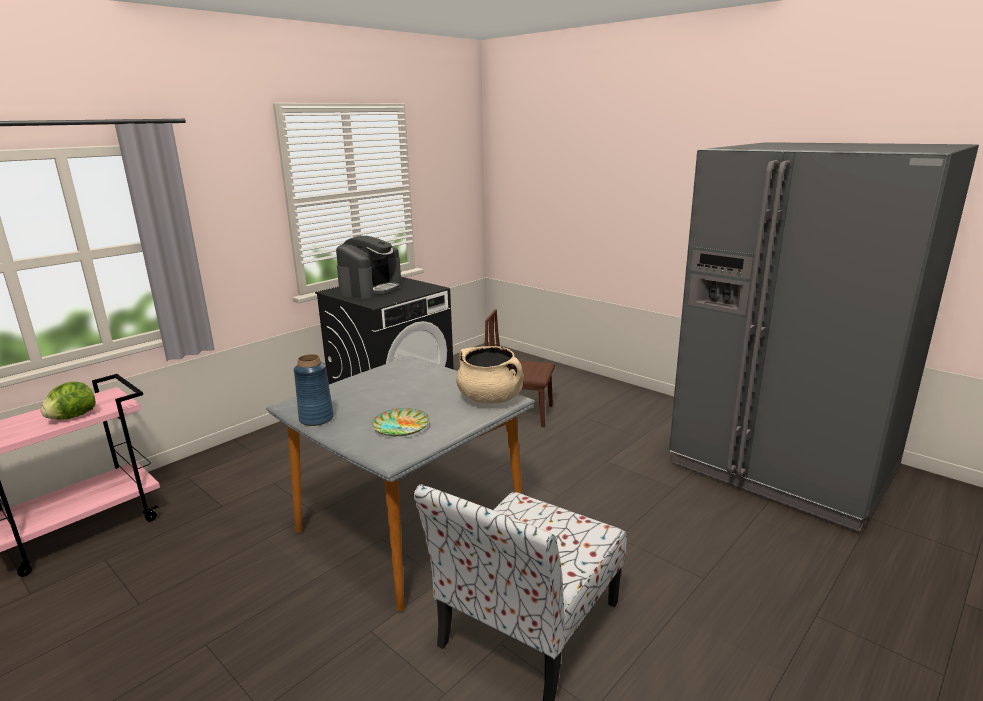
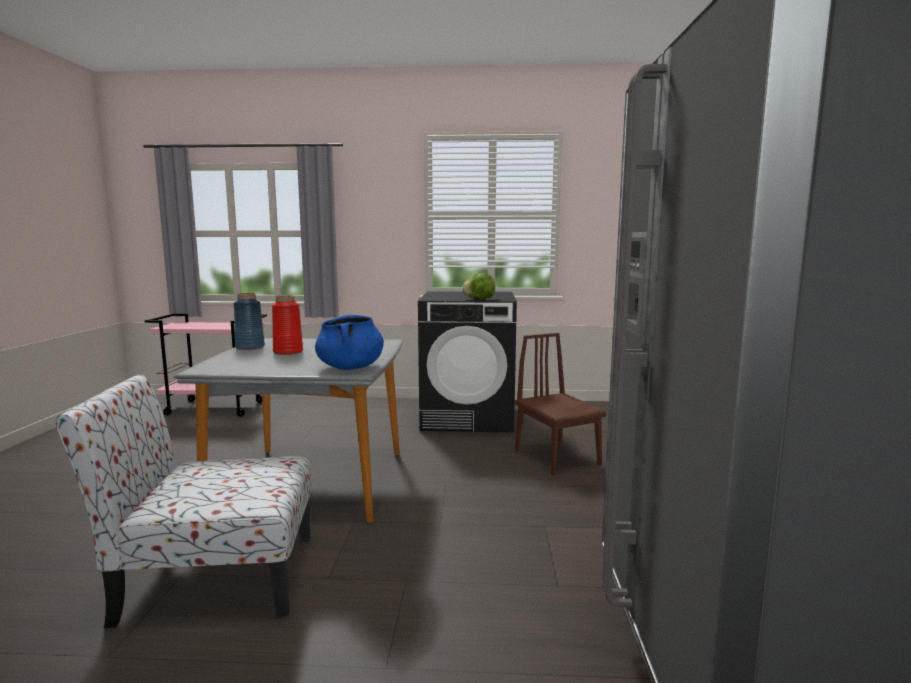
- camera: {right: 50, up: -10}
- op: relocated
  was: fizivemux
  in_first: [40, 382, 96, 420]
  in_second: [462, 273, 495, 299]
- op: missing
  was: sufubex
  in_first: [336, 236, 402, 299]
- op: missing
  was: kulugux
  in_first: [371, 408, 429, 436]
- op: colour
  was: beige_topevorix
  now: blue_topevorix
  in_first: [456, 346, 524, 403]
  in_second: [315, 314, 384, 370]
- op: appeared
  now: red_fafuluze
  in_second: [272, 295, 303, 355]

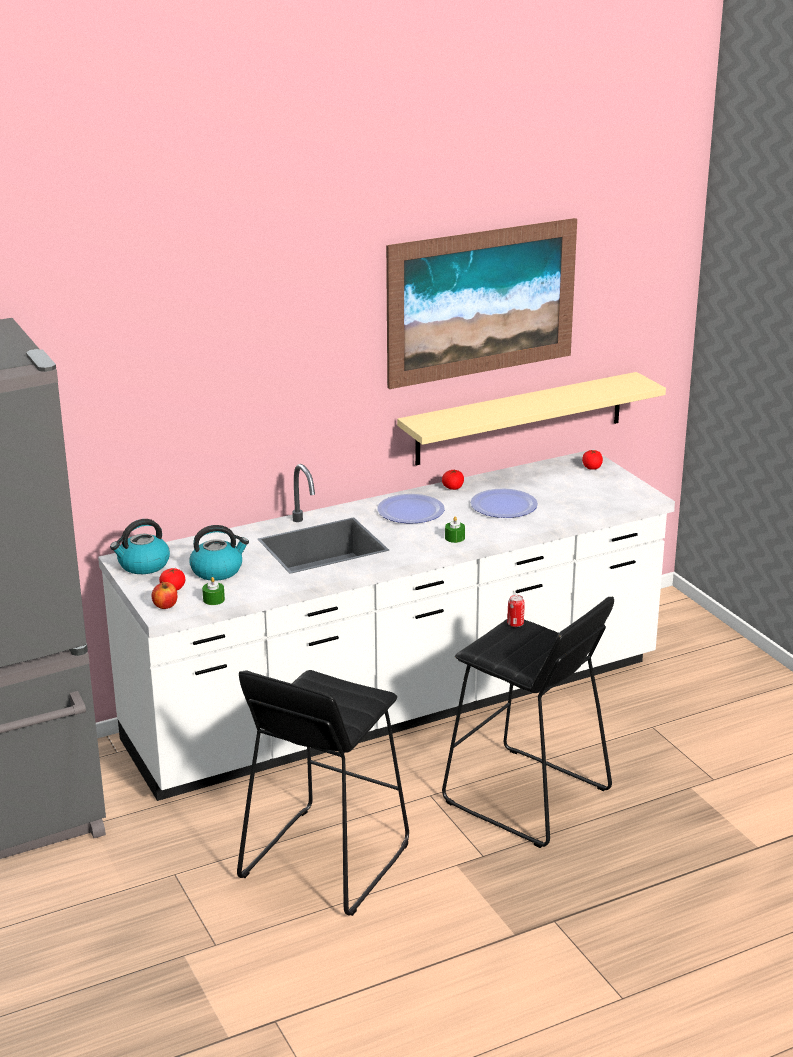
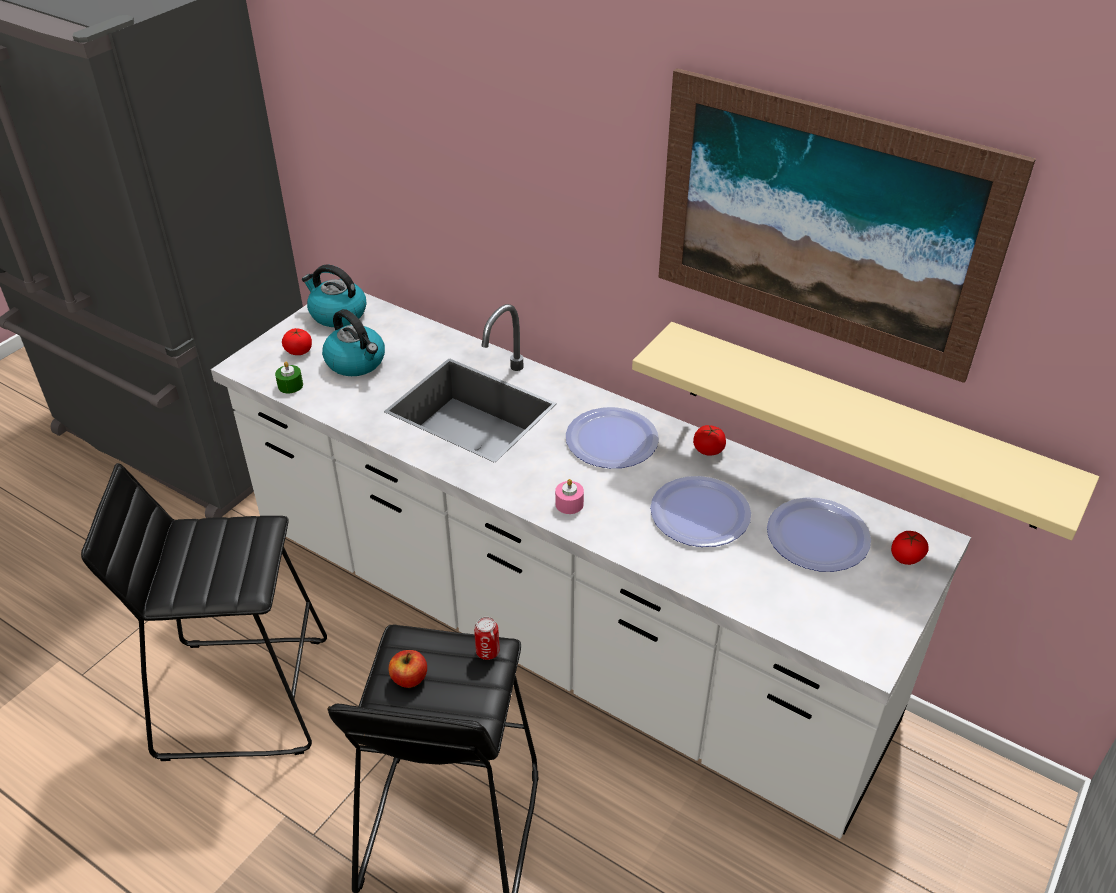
- camera: {right: 60, up: 15}
- op: relocated
  was: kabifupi
  in_first: [152, 582, 177, 609]
  in_second: [389, 650, 427, 688]
- op: colour
  was: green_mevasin
  now: pink_mevasin
  in_first: [445, 516, 465, 543]
  in_second: [555, 479, 584, 514]
- op: appeared
  now: kulugux
  in_second: [767, 497, 871, 572]

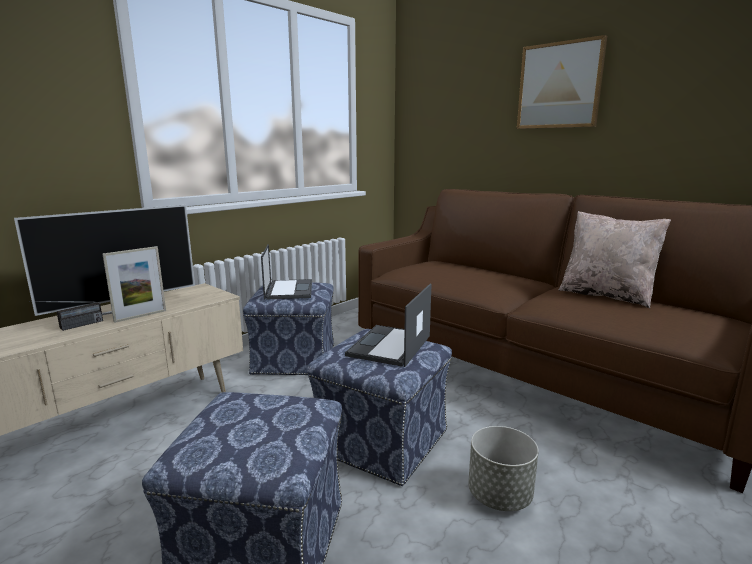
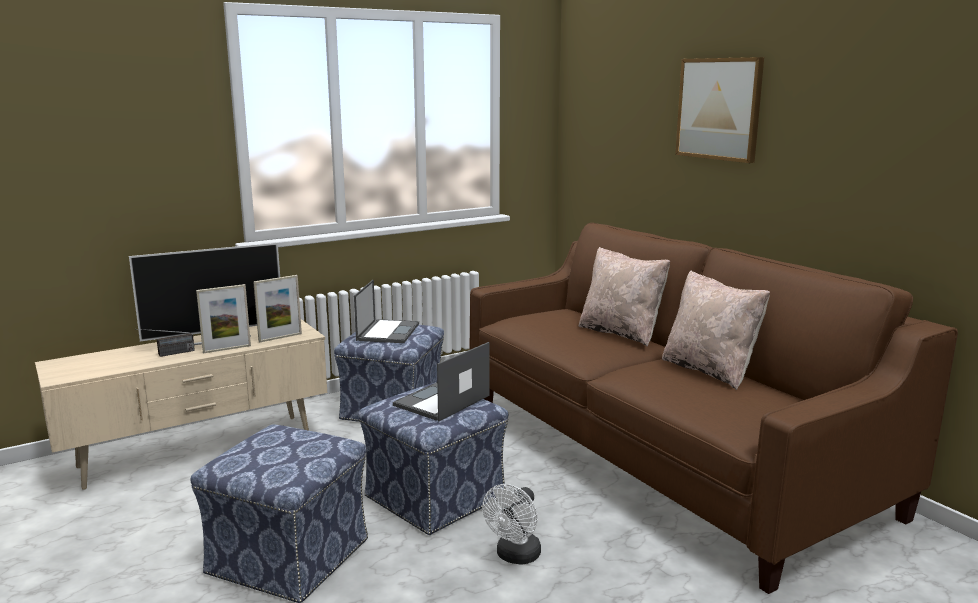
- camera: {right: 15, up: 0}
- op: exchanged
  was: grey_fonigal
  now: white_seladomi
  in_first: [468, 426, 539, 511]
  in_second: [482, 484, 541, 565]
- op: appeared
  now: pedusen
  in_second: [253, 275, 302, 342]
- op: appeared
  now: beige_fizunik
  in_second: [579, 247, 670, 347]

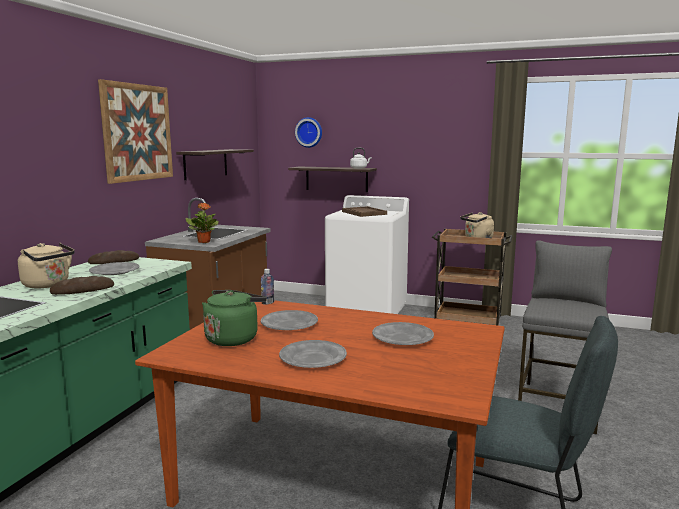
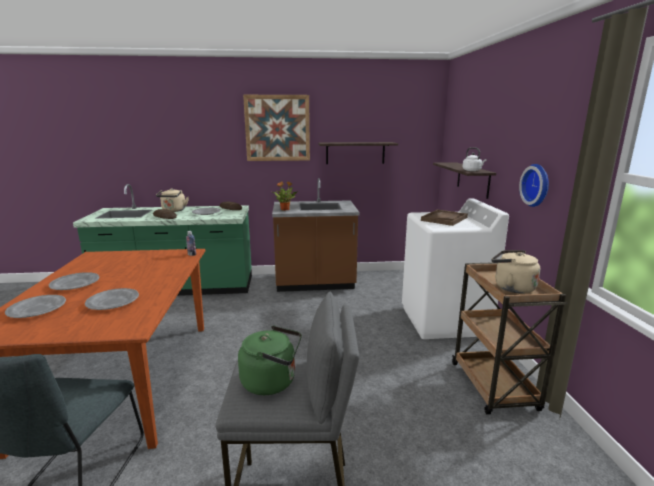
- camera: {right: 65, up: 5}
- op: relocated
  was: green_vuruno
  in_first: [202, 290, 267, 346]
  in_second: [238, 326, 302, 395]
- op: relocated
  was: grey_kulugux
  in_first: [261, 310, 318, 330]
  in_second: [5, 295, 66, 318]
- op: relocated
  was: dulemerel
  in_first: [295, 117, 322, 148]
  in_second: [519, 164, 549, 207]

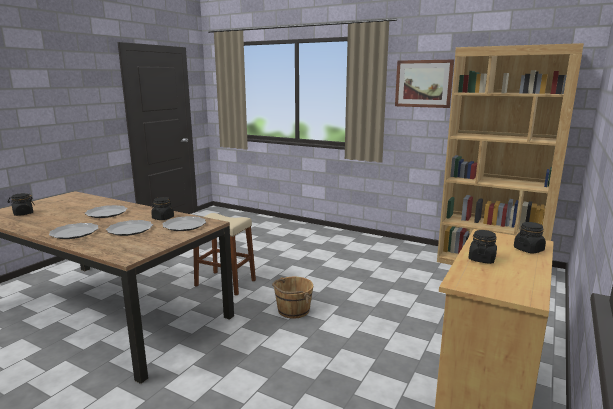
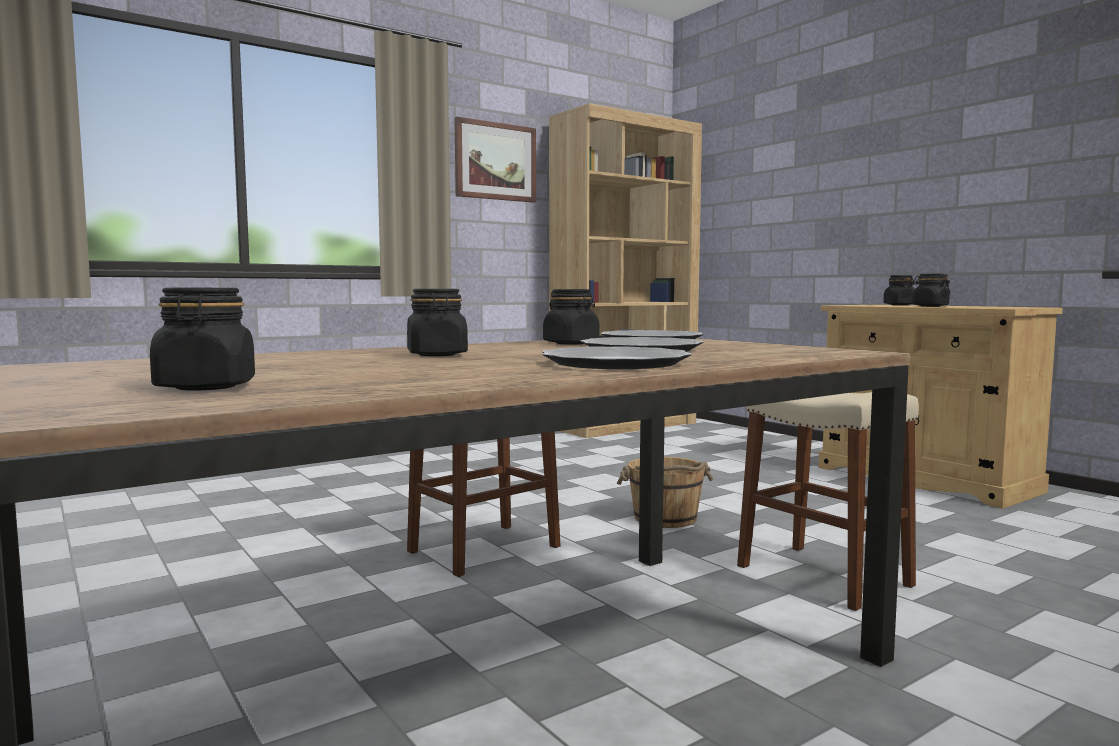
- camera: {right: -65, up: -10}
- op: exchanged
  was: kulugux
  now: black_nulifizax
  in_first: [85, 205, 128, 218]
  in_second: [407, 289, 468, 356]
- op: appeared
  now: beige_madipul
  in_second: [737, 392, 919, 611]

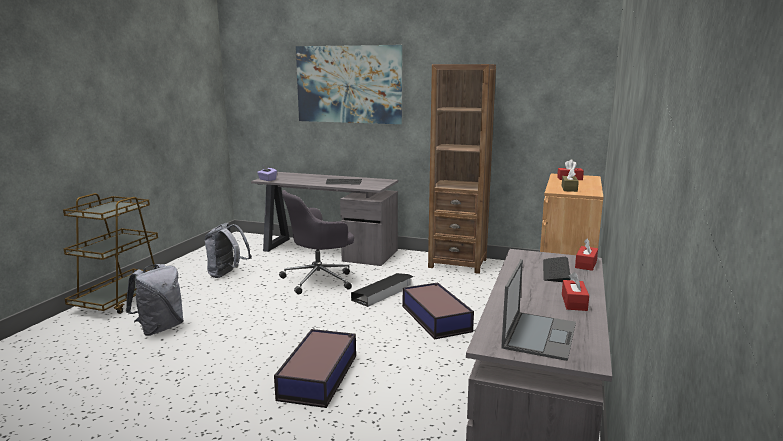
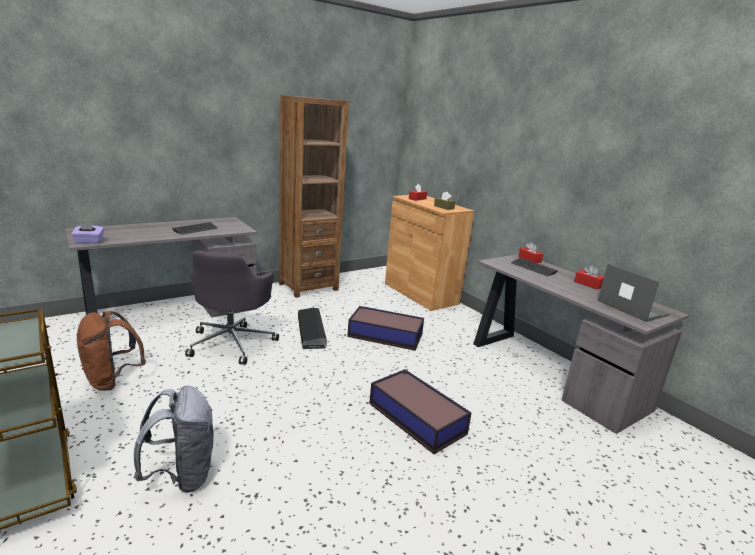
- camera: {right: -55, up: 5}
- op: colour
  was: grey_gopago
  now: brown_gopago
  in_first: [204, 223, 252, 278]
  in_second: [77, 311, 146, 391]
- op: missing
  was: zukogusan
  in_first: [296, 45, 402, 124]

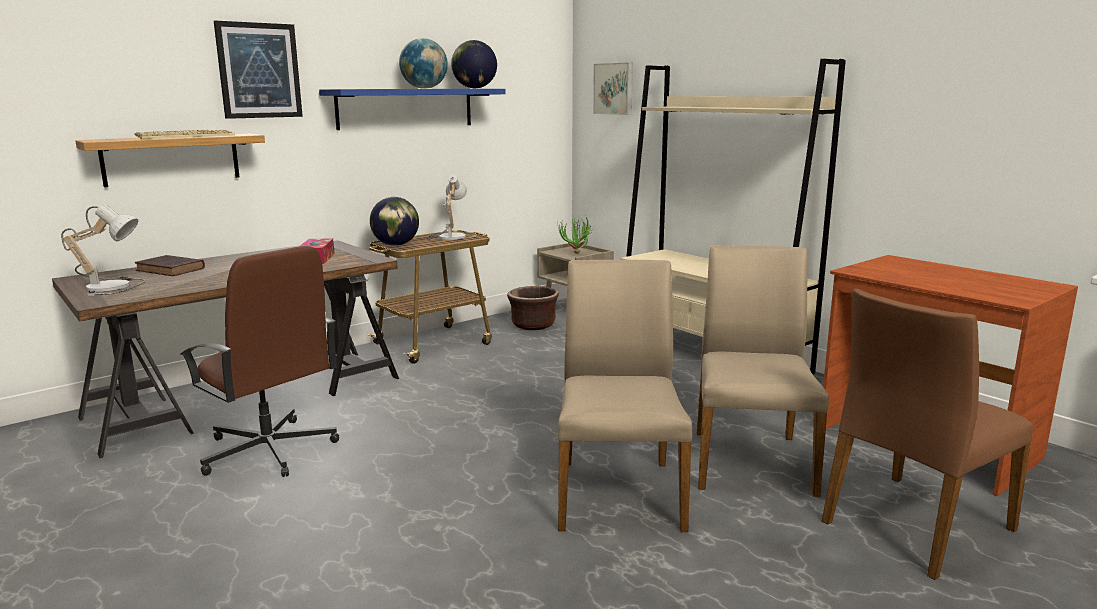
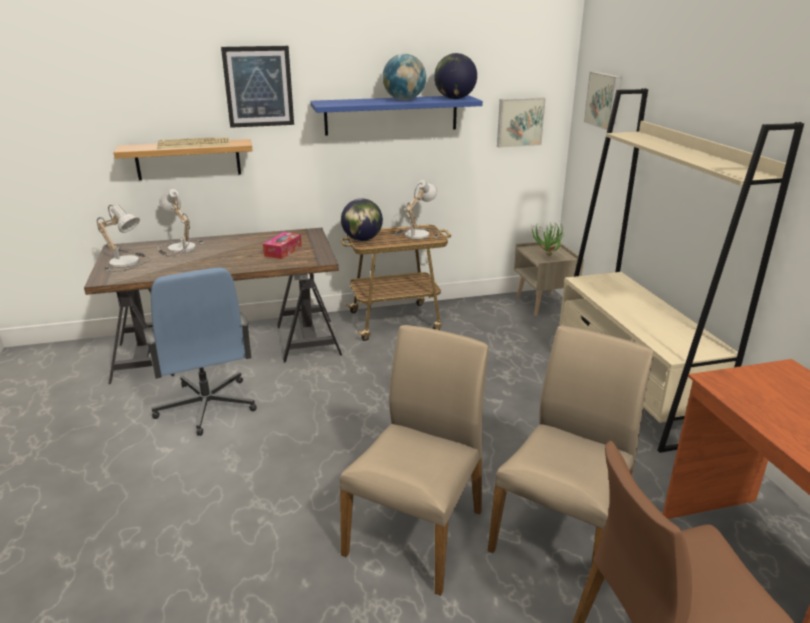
- camera: {right: 25, up: 10}
- op: exchanged
  was: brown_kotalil
  now: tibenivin
  in_first: [135, 255, 205, 276]
  in_second: [158, 189, 204, 256]
- op: colour
  was: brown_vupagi
  now: blue_vupagi
  in_first: [180, 246, 339, 477]
  in_second: [143, 267, 257, 436]
- op: missing
  was: brown_fonigal
  in_first: [507, 286, 559, 330]
- op: appeared
  now: zukogusan
  in_second: [497, 97, 546, 148]

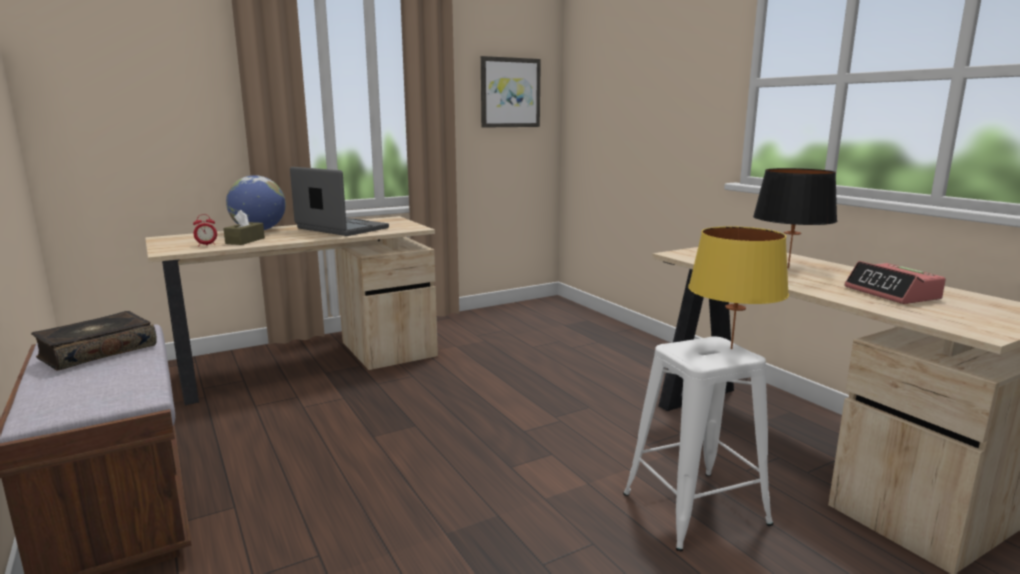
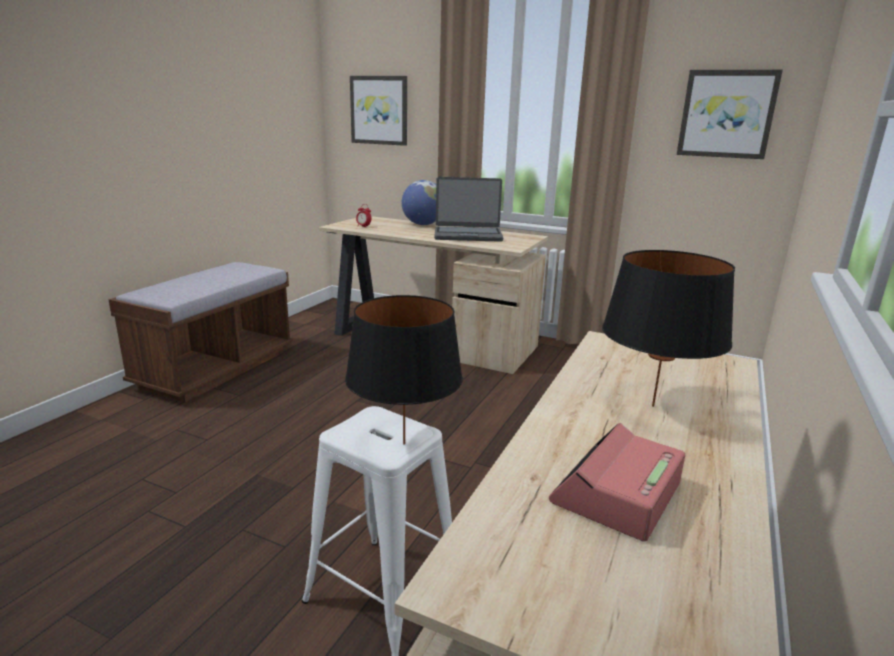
- camera: {right: 55, up: 5}
- op: missing
  was: kotalil
  in_first: [31, 311, 157, 371]
- op: missing
  was: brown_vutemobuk
  in_first: [223, 210, 265, 245]
- op: spun
  was: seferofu
  in_first: [290, 167, 389, 236]
  in_second: [434, 177, 503, 242]
  clockwise: 90
- op: colour
  was: yellow_tibenivin
  now: black_tibenivin
  in_first: [688, 226, 789, 349]
  in_second: [345, 295, 463, 445]
- op: appeared
  now: zukogusan
  in_second: [350, 76, 407, 146]

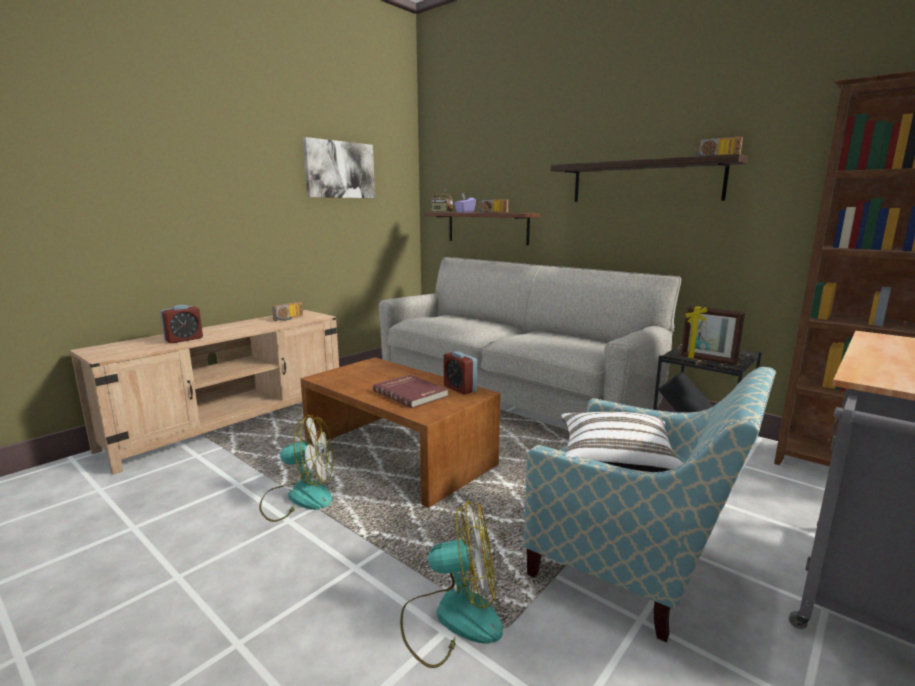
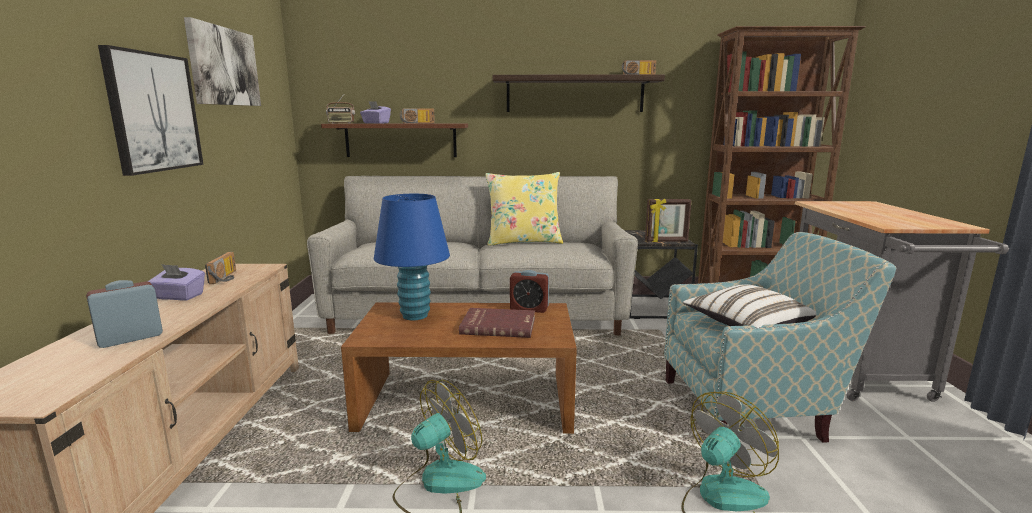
- camera: {right: -40, up: 0}
- op: spun
  was: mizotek
  in_first: [160, 305, 203, 343]
  in_second: [86, 280, 163, 348]
  clockwise: -135
- op: appeared
  now: zukogusan
  in_second: [98, 45, 204, 176]
- op: appeared
  now: purple_vutemobuk
  in_second: [148, 264, 205, 301]
- op: appeared
  now: blue_tibenivin
  in_second: [374, 194, 450, 320]
- op: appeared
  now: yellow_fizunik
  in_second: [485, 172, 563, 246]

